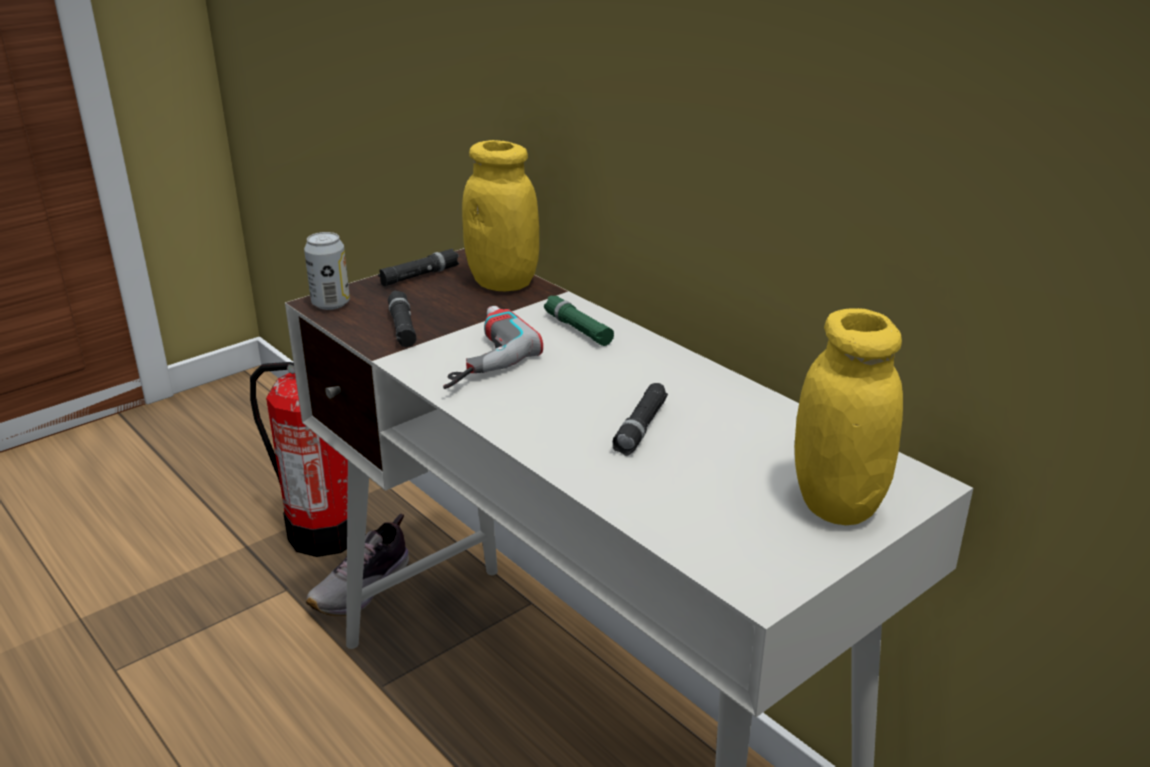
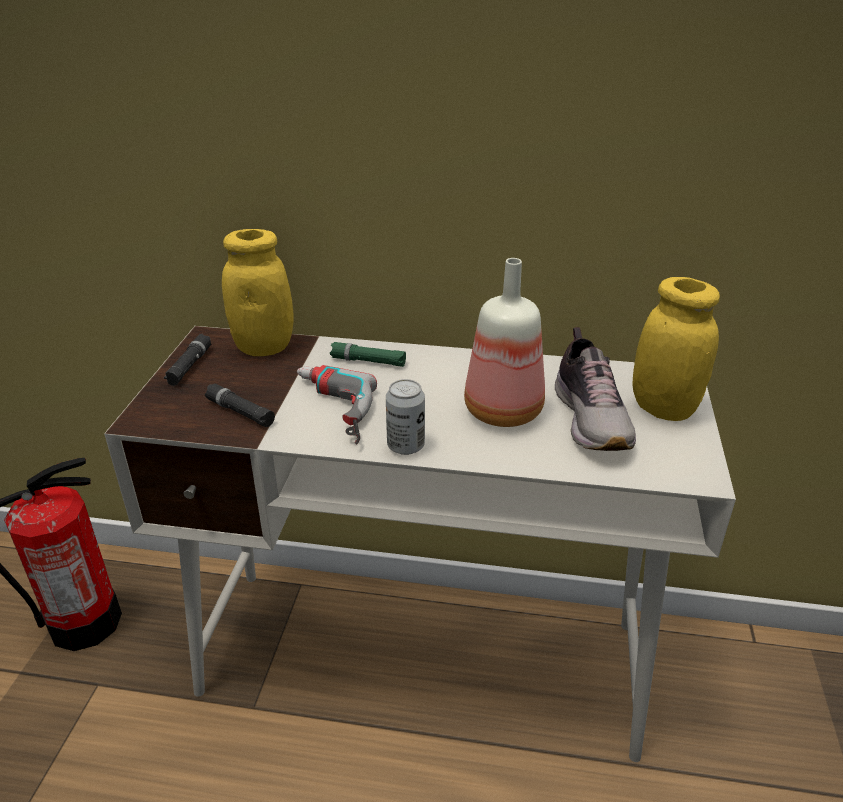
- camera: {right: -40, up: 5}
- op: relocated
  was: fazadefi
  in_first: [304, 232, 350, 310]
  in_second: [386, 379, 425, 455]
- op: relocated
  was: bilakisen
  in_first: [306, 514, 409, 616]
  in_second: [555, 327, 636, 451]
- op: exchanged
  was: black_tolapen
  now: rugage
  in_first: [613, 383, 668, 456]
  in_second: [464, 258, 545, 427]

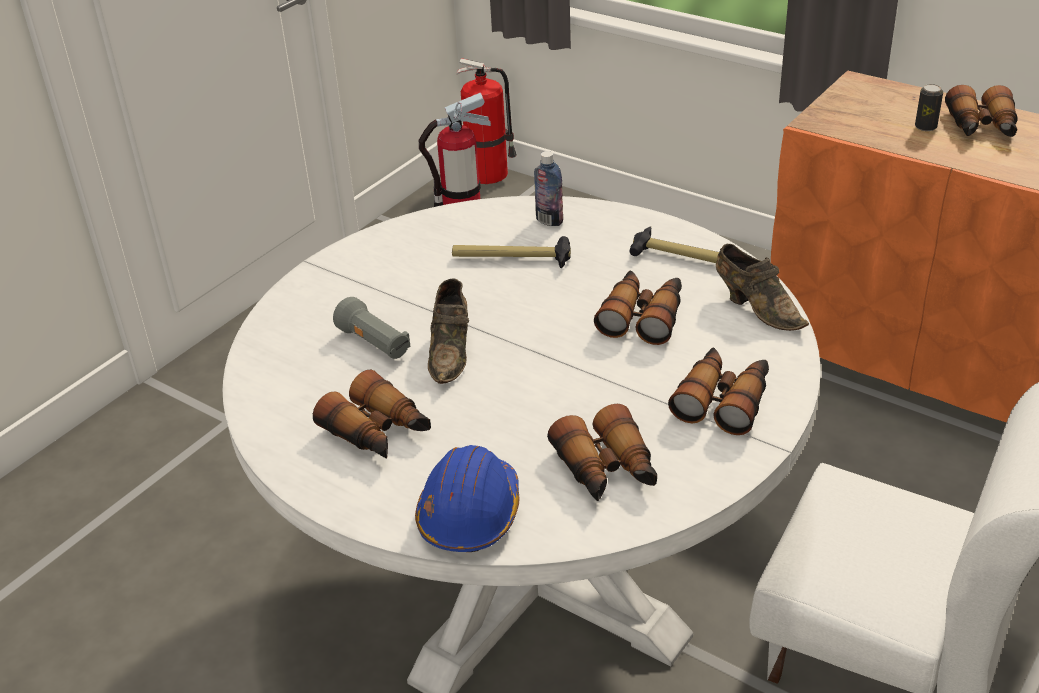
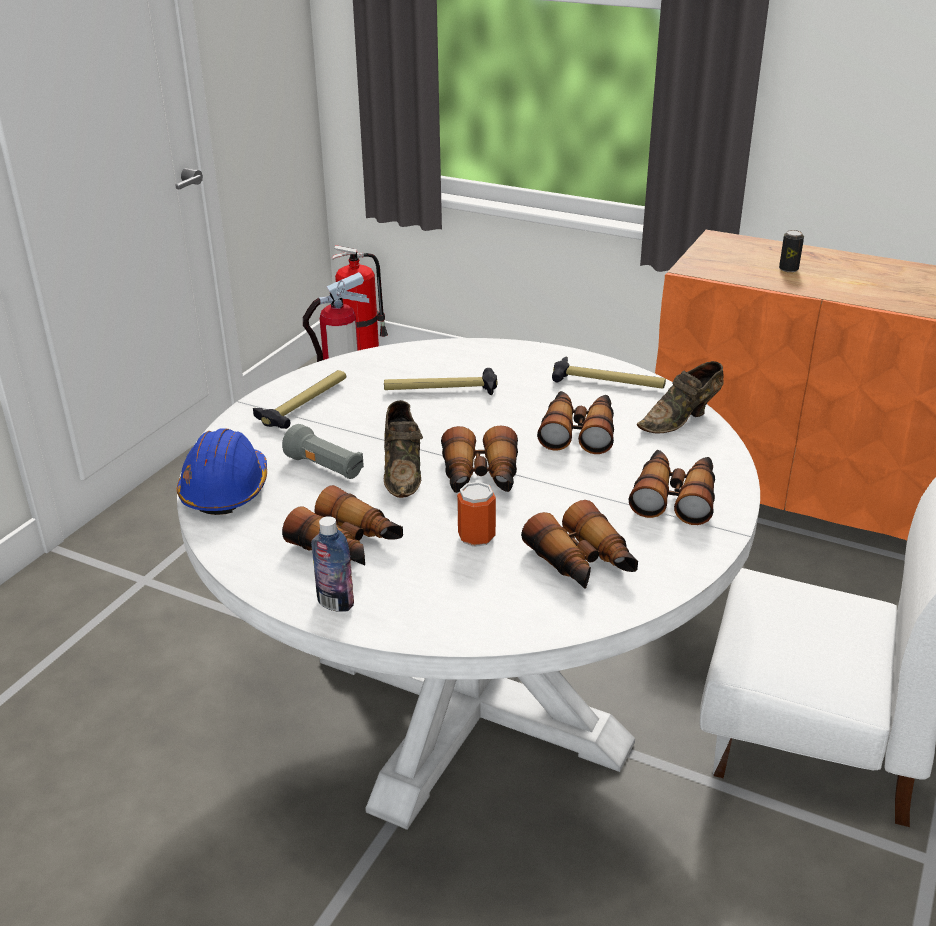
- camera: {right: -10, up: -5}
- op: relocated
  was: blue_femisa
  in_first: [415, 445, 520, 552]
  in_second: [177, 428, 267, 515]
- op: relocated
  was: rugage
  in_first: [534, 151, 563, 226]
  in_second: [311, 516, 354, 612]
- op: spun
  was: brown_bilakisen
  in_first: [716, 244, 809, 331]
  in_second: [637, 361, 724, 434]
  clockwise: 105
- op: relocated
  was: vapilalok
  in_first: [945, 85, 1018, 137]
  in_second: [441, 425, 518, 493]
- op: appeared
  now: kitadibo
  in_second: [253, 370, 346, 429]
- op: appeared
  now: fazadefi
  in_second: [457, 482, 496, 547]

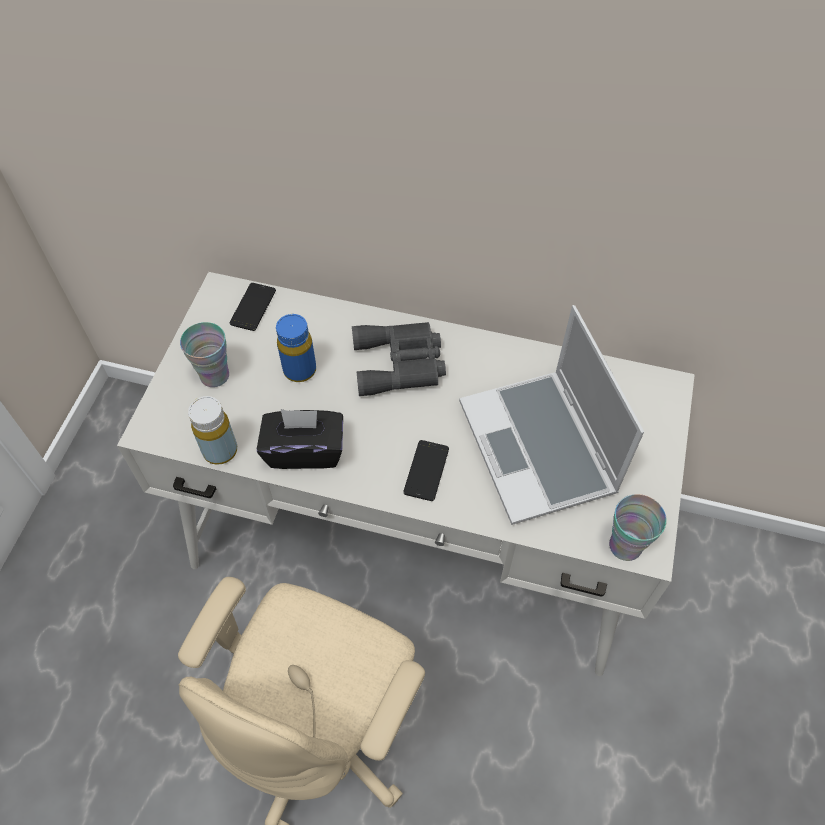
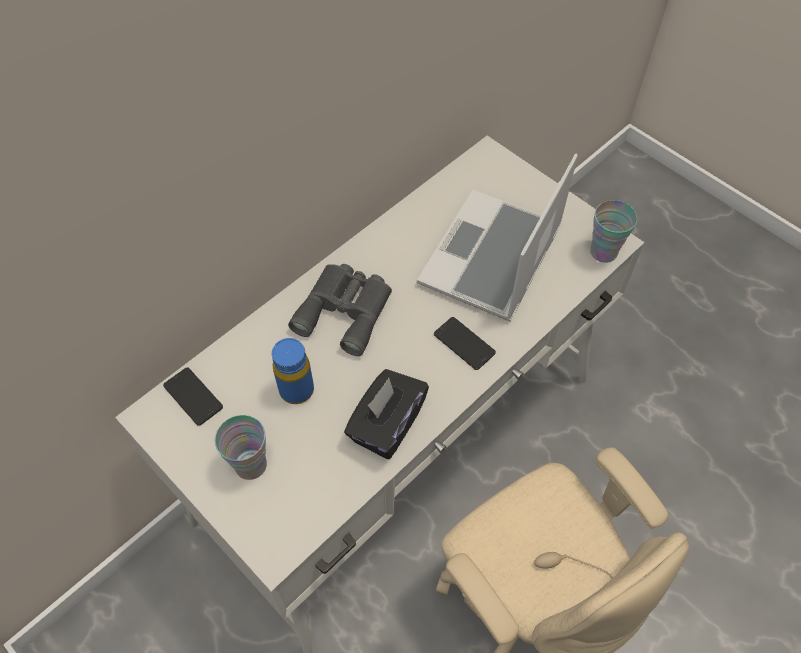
- camera: {right: -60, up: 0}
- op: missing
  was: yellow_rugage
  in_first: [188, 396, 237, 465]
- op: spun
  was: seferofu
  in_first: [459, 305, 644, 525]
  in_second: [417, 153, 578, 322]
  clockwise: 105

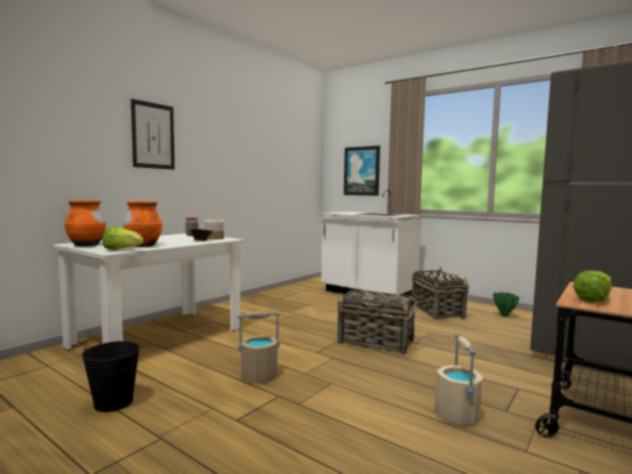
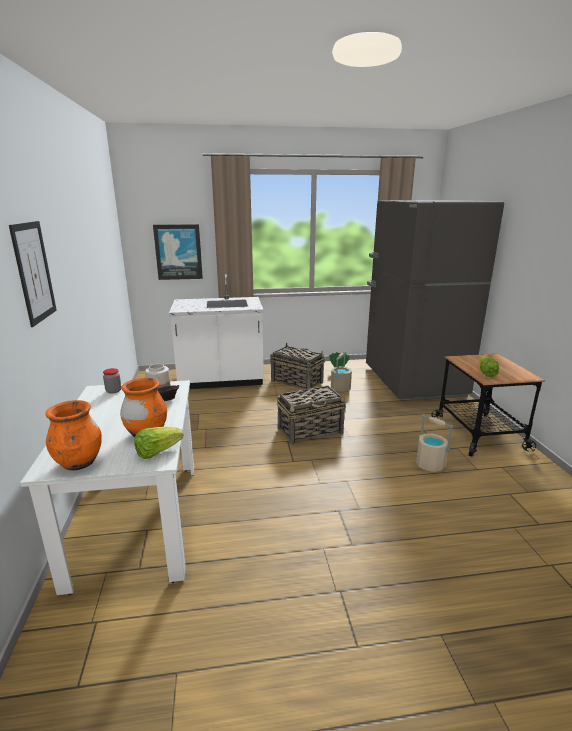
- camera: {right: -45, up: 15}
- op: missing
  was: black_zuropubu
  in_first: [82, 341, 140, 412]
- op: relocated
  was: beige_zuropubu
  in_first: [238, 311, 280, 383]
  in_second: [331, 351, 352, 392]

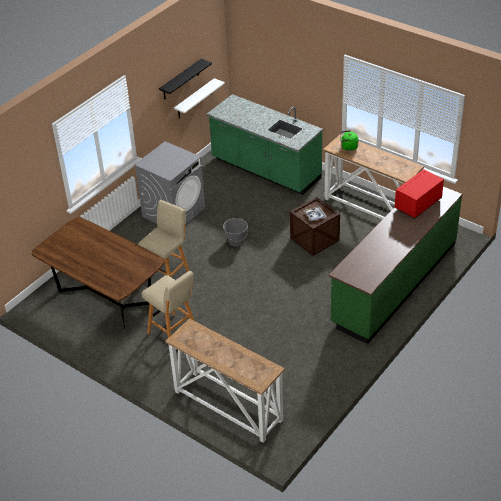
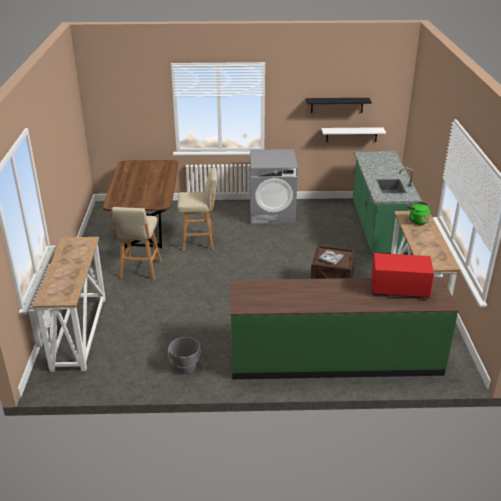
- camera: {right: 50, up: -10}
- op: relocated
  was: grey_zuropubu
  in_first: [223, 218, 248, 247]
  in_second: [168, 337, 201, 374]

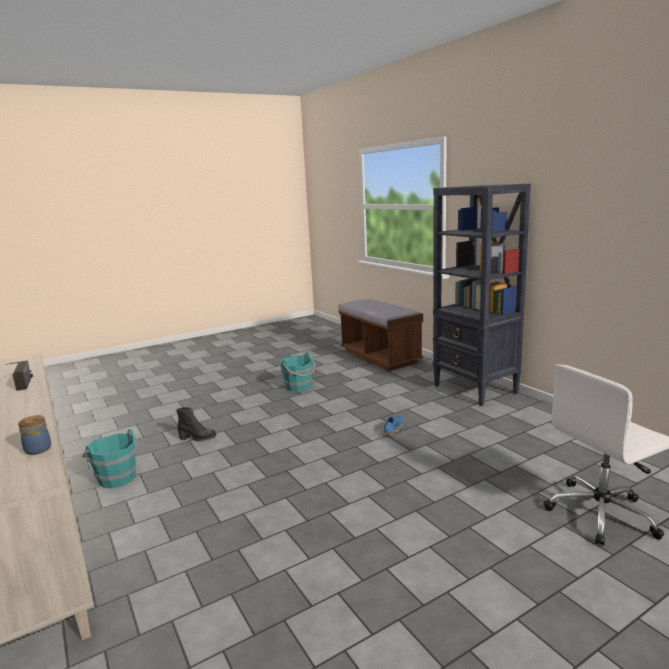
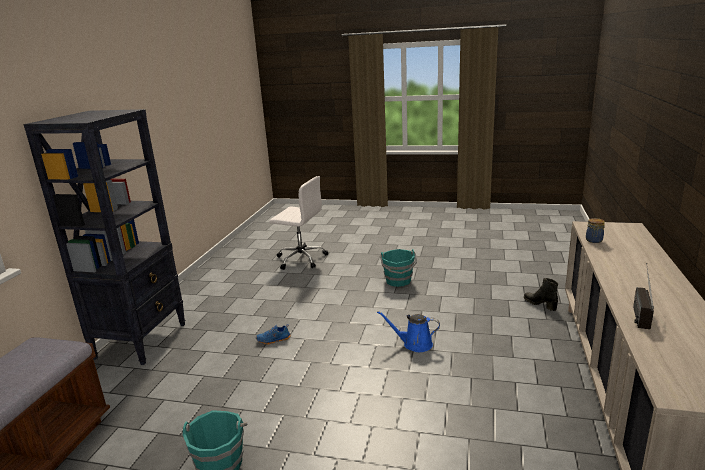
- camera: {right: -135, up: 5}
- op: relocated
  was: turquoise_zuropubu
  in_first: [82, 429, 136, 488]
  in_second: [380, 249, 417, 287]
- op: relocated
  was: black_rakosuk
  in_first: [176, 407, 216, 442]
  in_second: [524, 278, 558, 311]
- op: appeared
  now: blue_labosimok
  in_second: [377, 311, 440, 352]

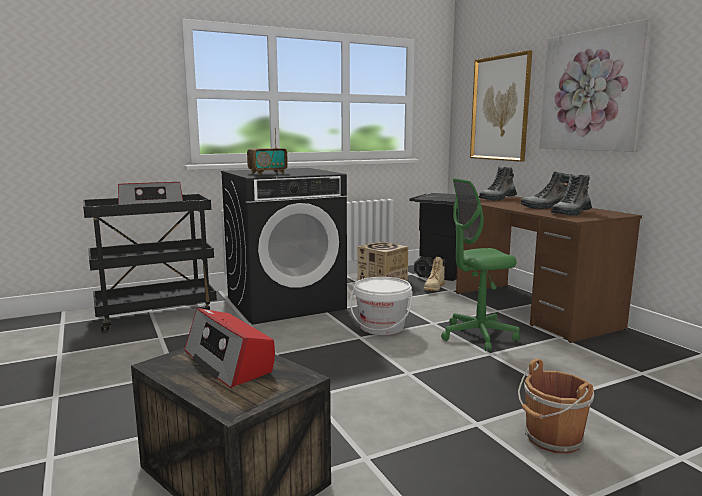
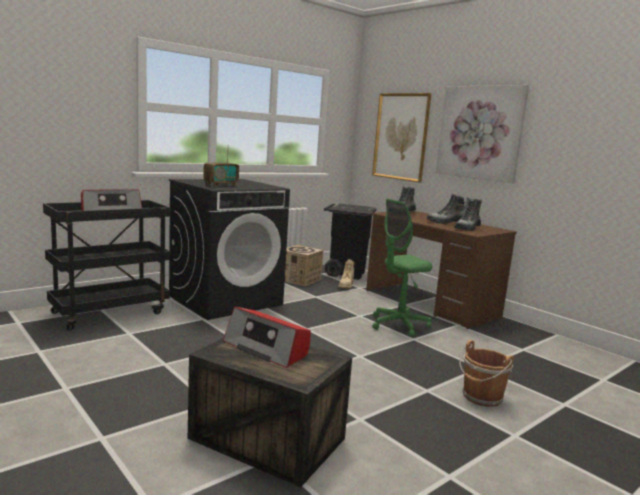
- camera: {right: -15, up: 0}
- op: missing
  was: white_zuropubu
  in_first: [350, 277, 412, 335]

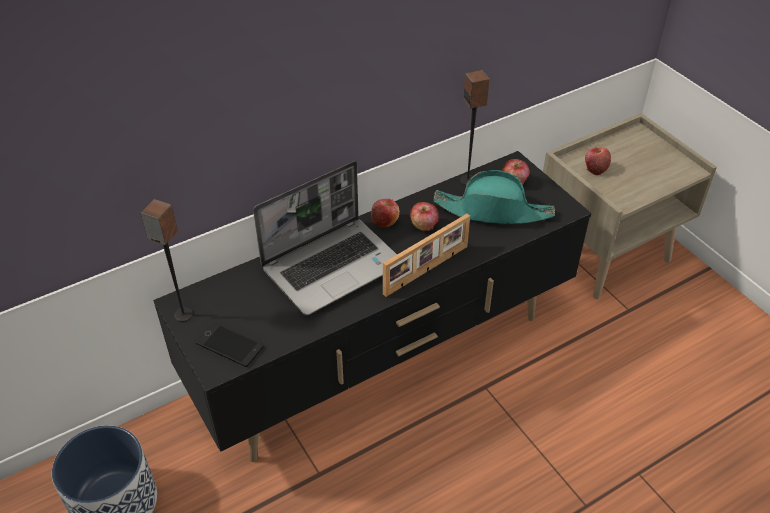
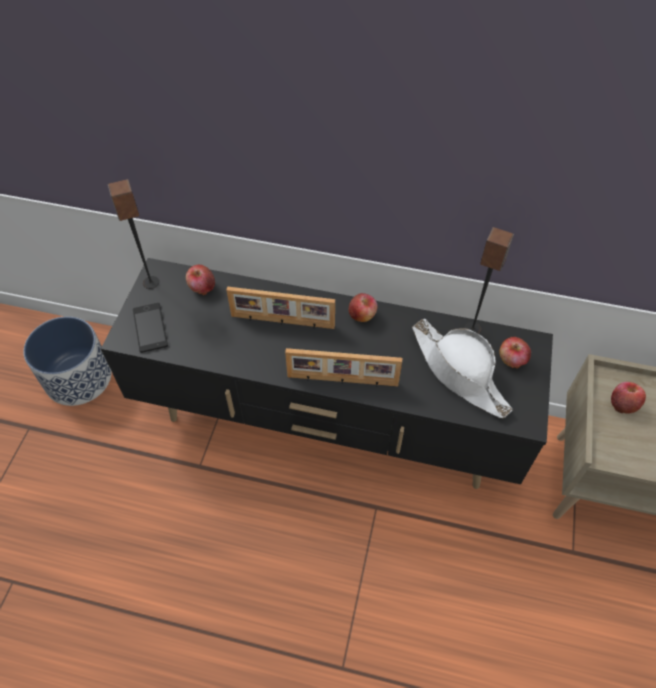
- camera: {right: 45, up: 10}
- op: exchanged
  was: seferofu
  now: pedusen
  in_first: [253, 161, 397, 315]
  in_second: [226, 286, 335, 329]
- op: relocated
  was: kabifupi
  in_first: [410, 202, 439, 231]
  in_second: [186, 265, 215, 295]
- op: colour
  was: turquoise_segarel
  now: white_segarel
  in_first: [434, 170, 555, 224]
  in_second: [412, 318, 513, 418]

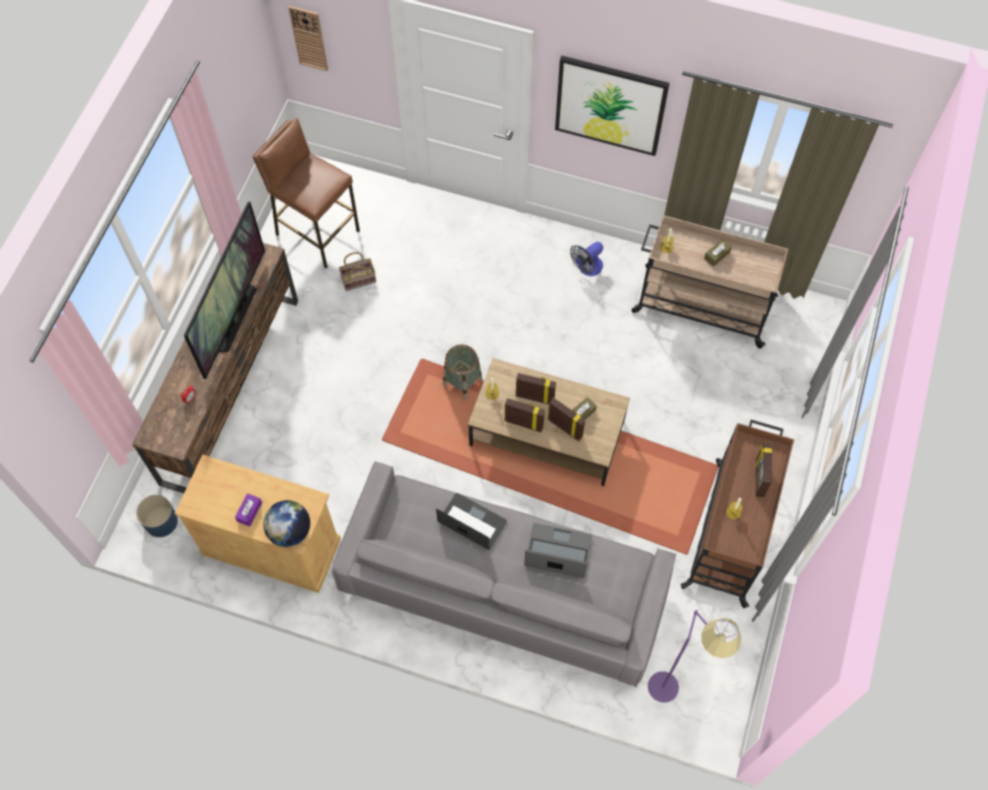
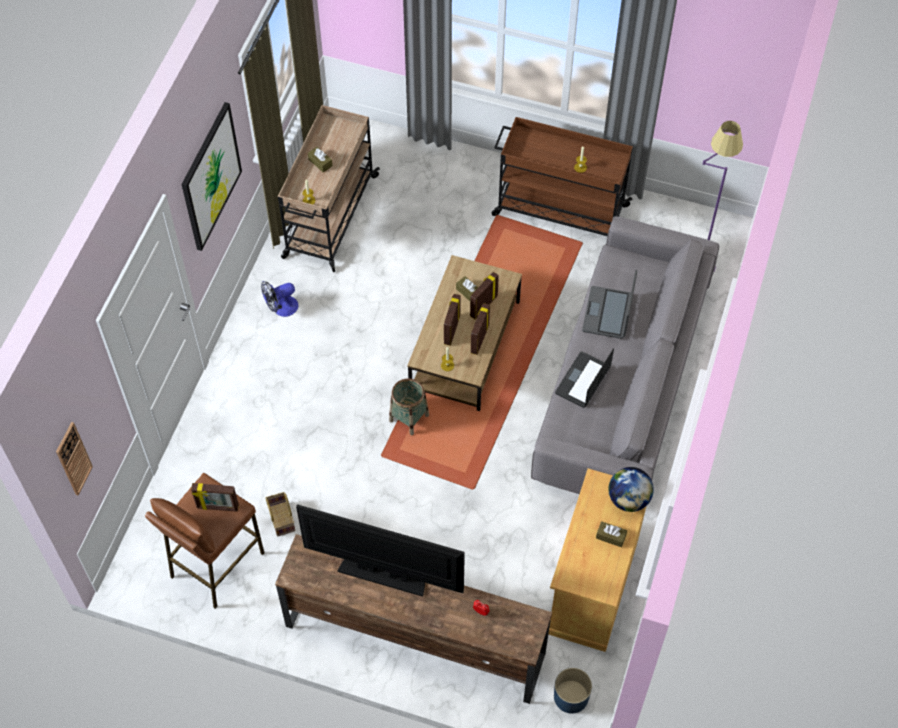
- camera: {right: -90, up: -5}
- op: colour
  was: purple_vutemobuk
  now: brown_vutemobuk
  in_first: [235, 493, 262, 526]
  in_second: [596, 521, 627, 547]
- op: spun
  was: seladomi
  in_first: [570, 242, 603, 276]
  in_second: [261, 281, 298, 317]
  clockwise: 105
- op: relocated
  was: pedusen
  in_first: [755, 442, 772, 498]
  in_second: [191, 483, 239, 512]

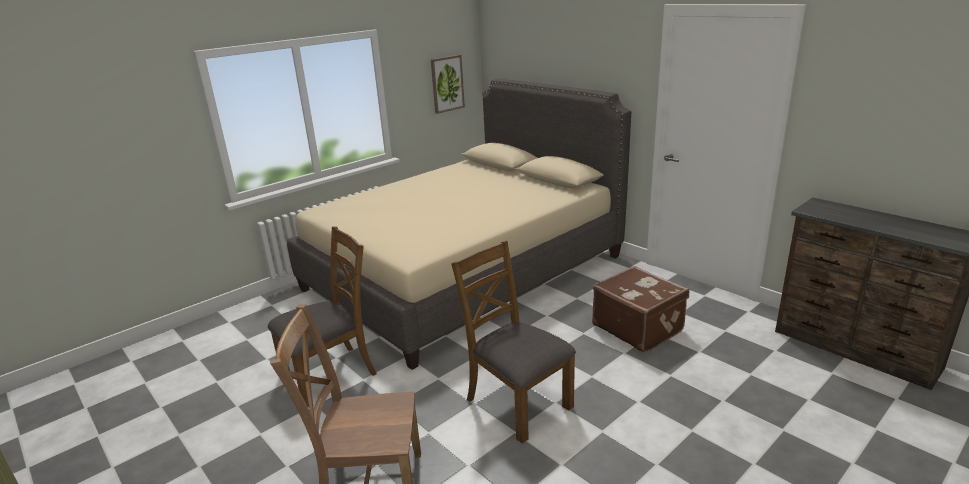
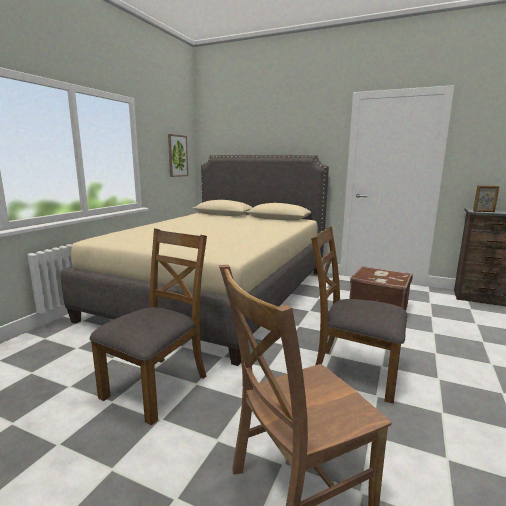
- camera: {right: -25, up: -10}
- op: appeared
  now: pedusen
  in_second: [473, 185, 499, 212]

